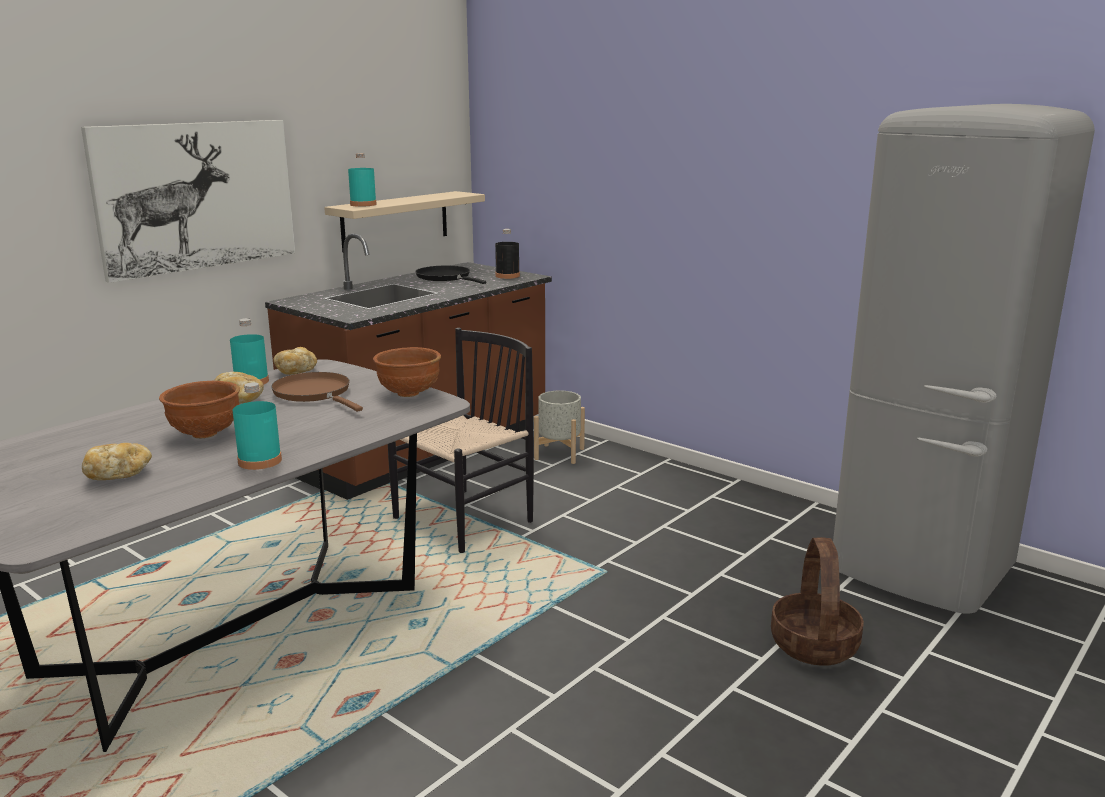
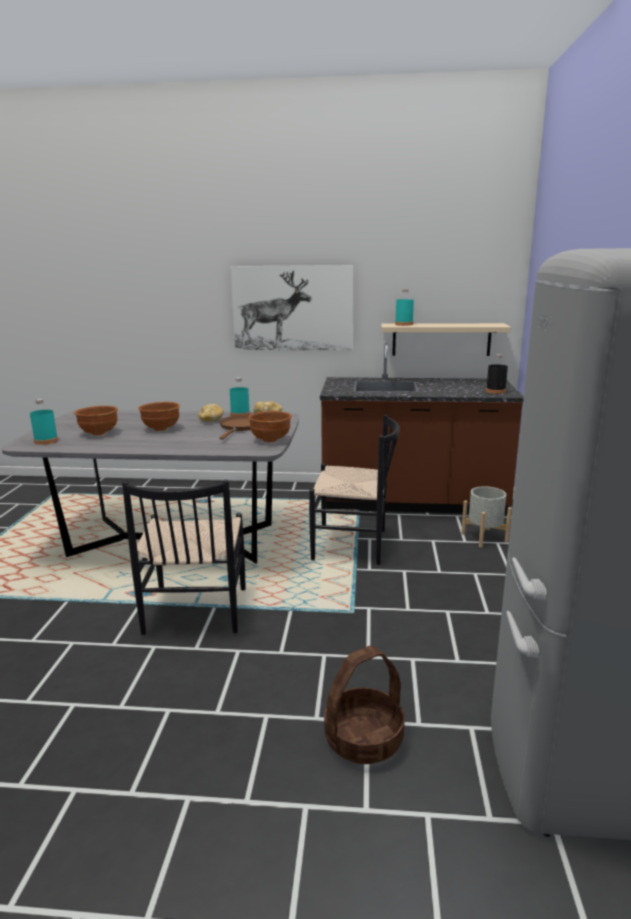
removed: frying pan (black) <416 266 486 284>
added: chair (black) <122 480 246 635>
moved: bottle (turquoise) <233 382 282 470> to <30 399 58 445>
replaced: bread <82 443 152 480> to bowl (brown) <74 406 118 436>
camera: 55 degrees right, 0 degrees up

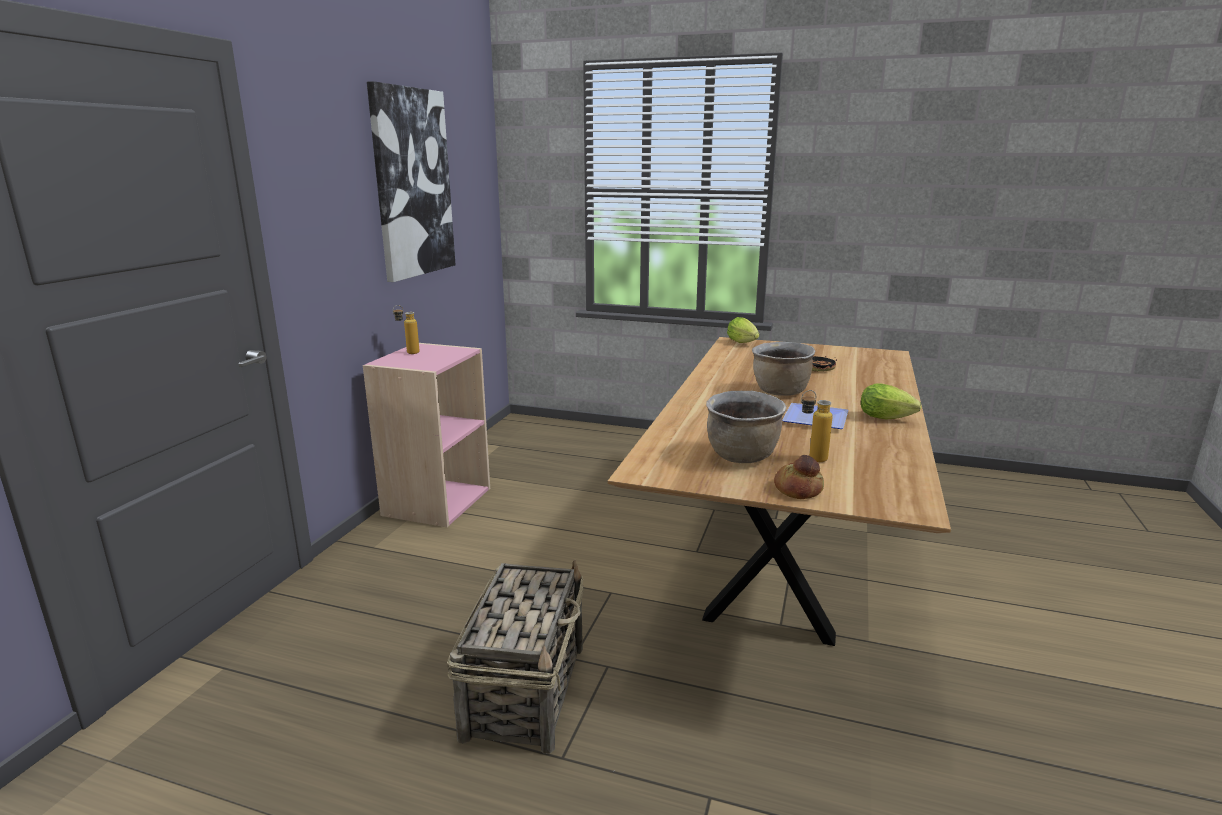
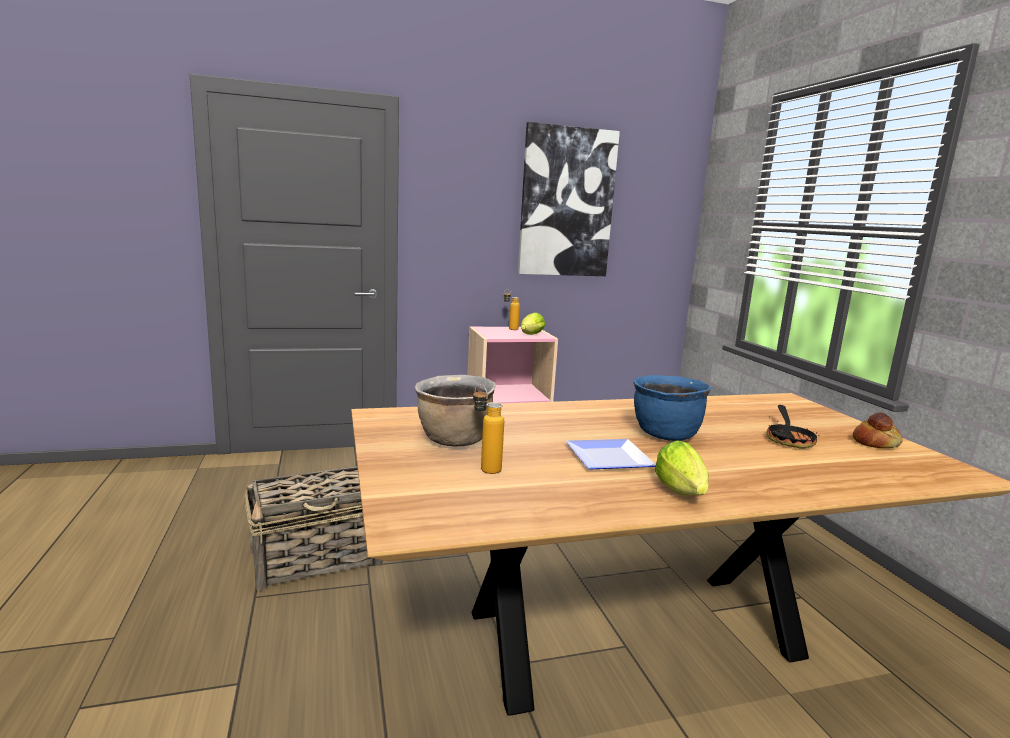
moved: lettuce <727 317 759 343> to <521 312 545 335>; bread <774 455 824 499> to <853 412 903 448>
recoloured: cooking pot (brown) <752 342 815 396> to cooking pot (blue) <633 375 711 441>
camera: 55 degrees right, 5 degrees down

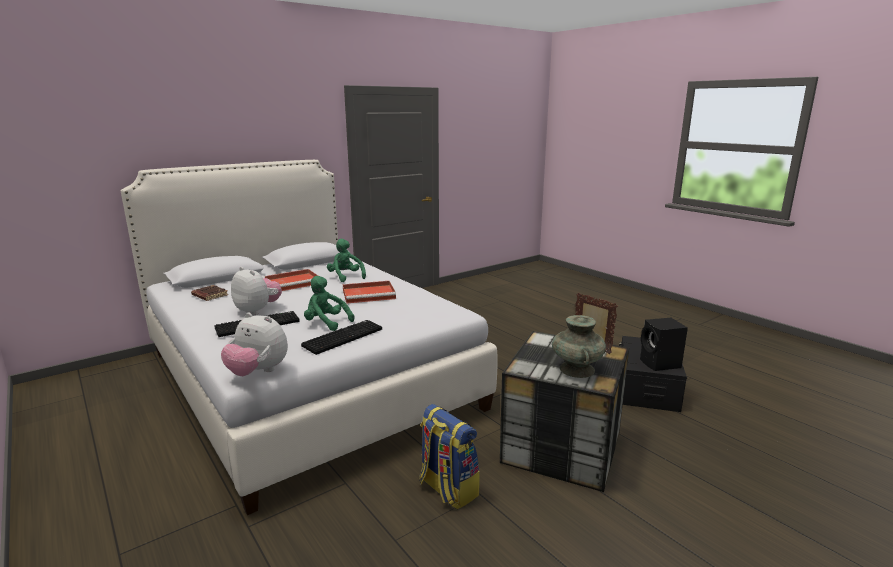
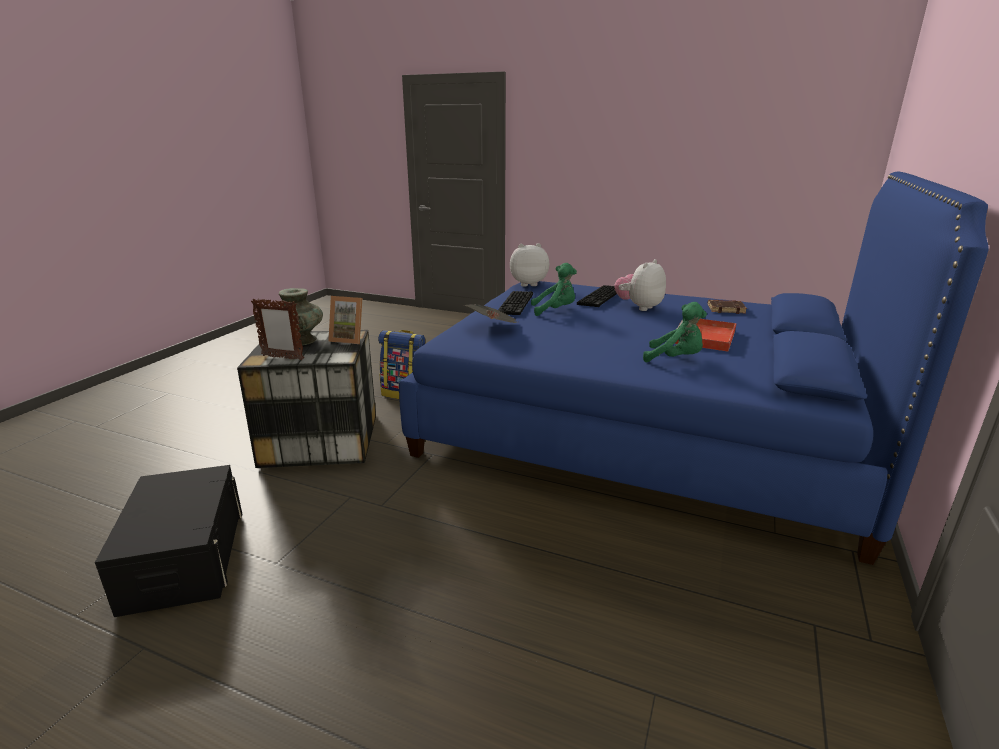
removed: tray (red) <343 281 396 304>; speaker (black) <640 318 688 371>
added: picture frame <328 296 362 344>; newspaper <464 304 518 323>
recoloured: bed (white) <121 160 498 515> to bed (blue) <399 172 989 565>
turned: plush toy <231 267 282 315> = <615 259 666 311> 120 degrees clockwise
camera: 150 degrees right, 5 degrees up

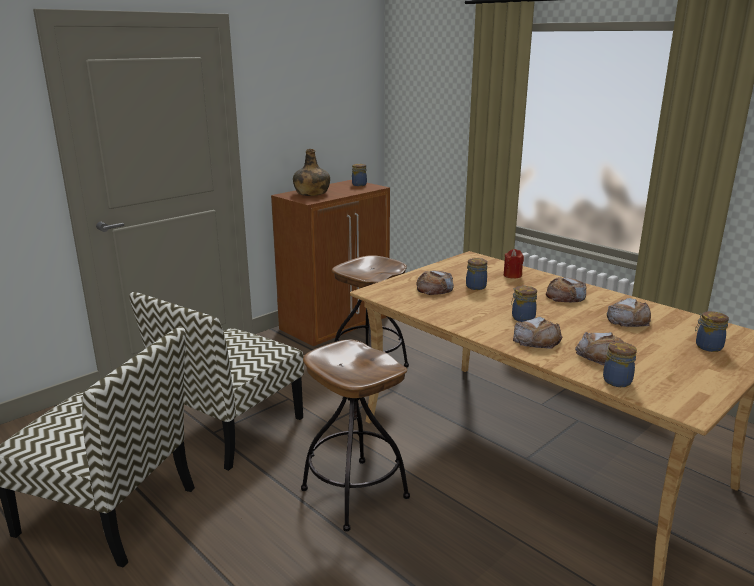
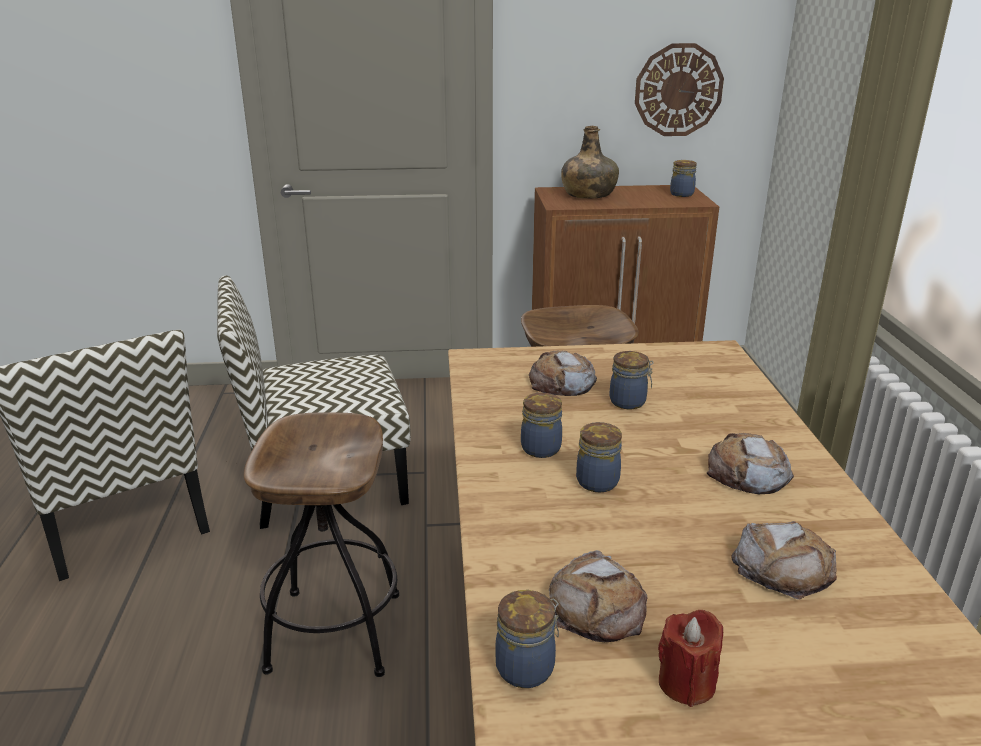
removed: bread <513 317 562 349>
added: wall clock <635 43 724 136>
moved: jar <695 311 729 352> to <521 393 562 458>; candle (red) <504 249 524 278> to <658 610 723 707>
camera: 40 degrees right, 5 degrees up

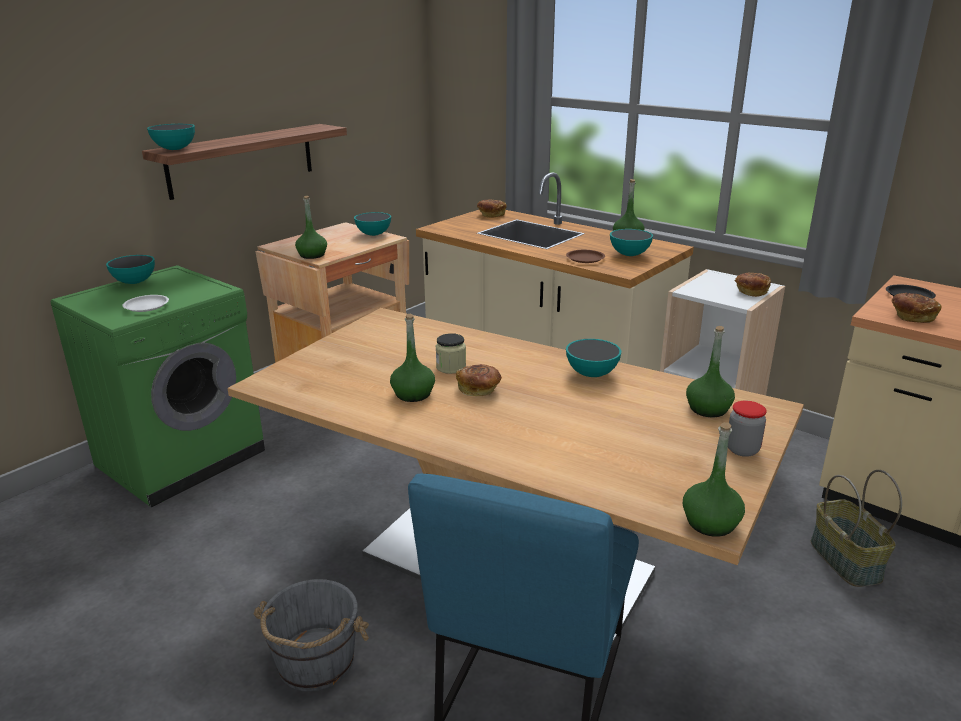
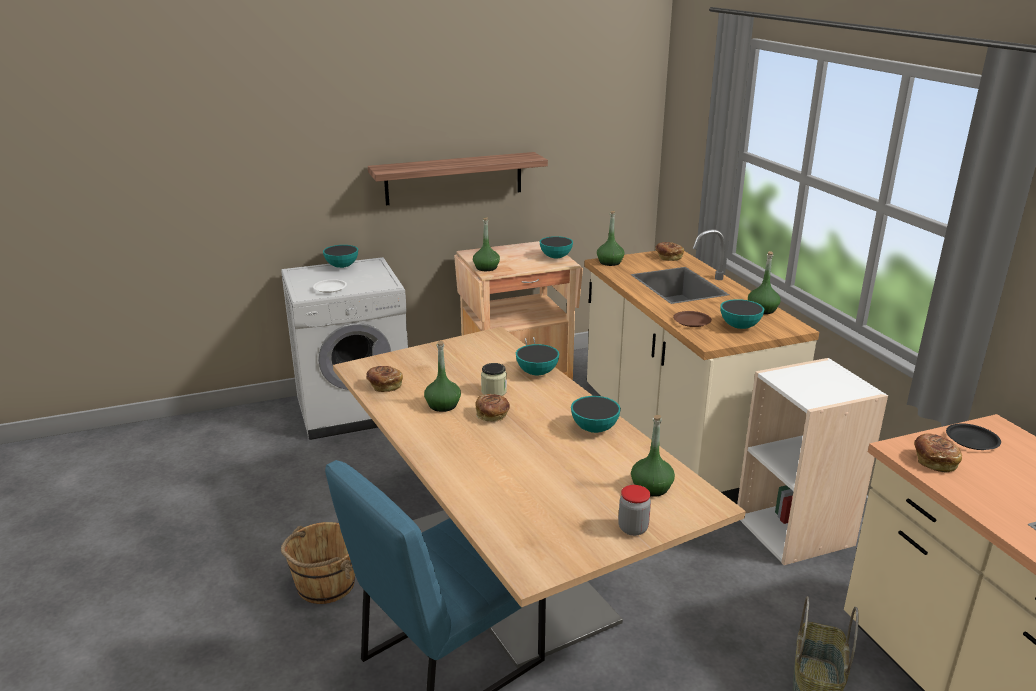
moved: bread <735 273 771 297> to <366 366 403 392>; bowl <147 124 195 150> to <516 344 559 375>; bottle (green) <683 422 745 537> to <597 211 625 266>
recoloured: washing machine (green) <51 265 265 507> to washing machine (white) <281 257 408 440>; bucket (grey) <254 579 369 692> to bucket (brown) <281 522 355 604>
camera: 30 degrees right, 0 degrees up

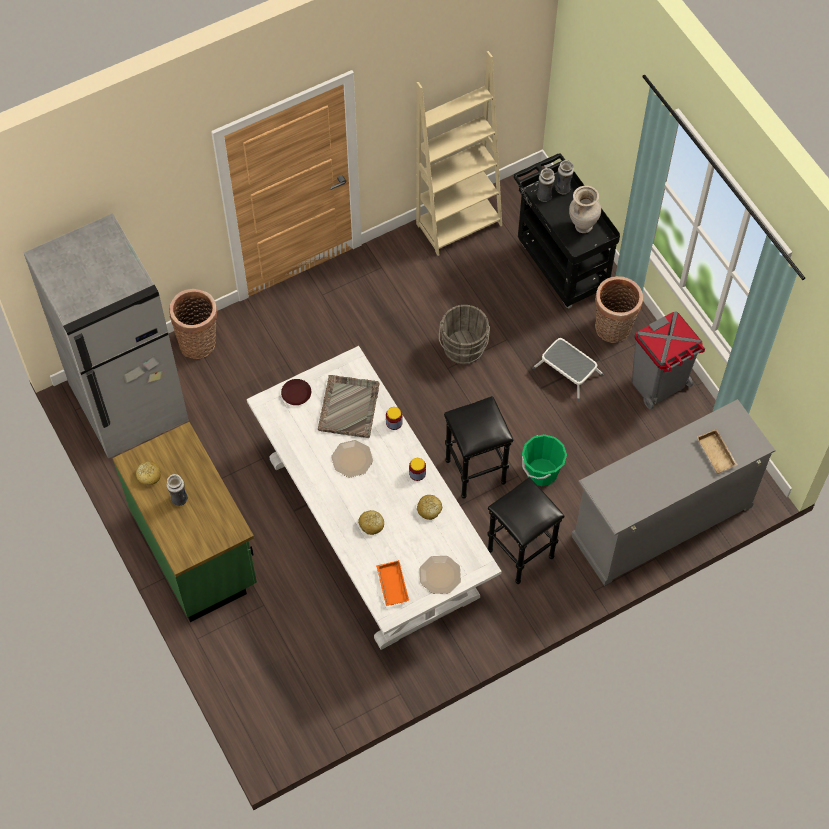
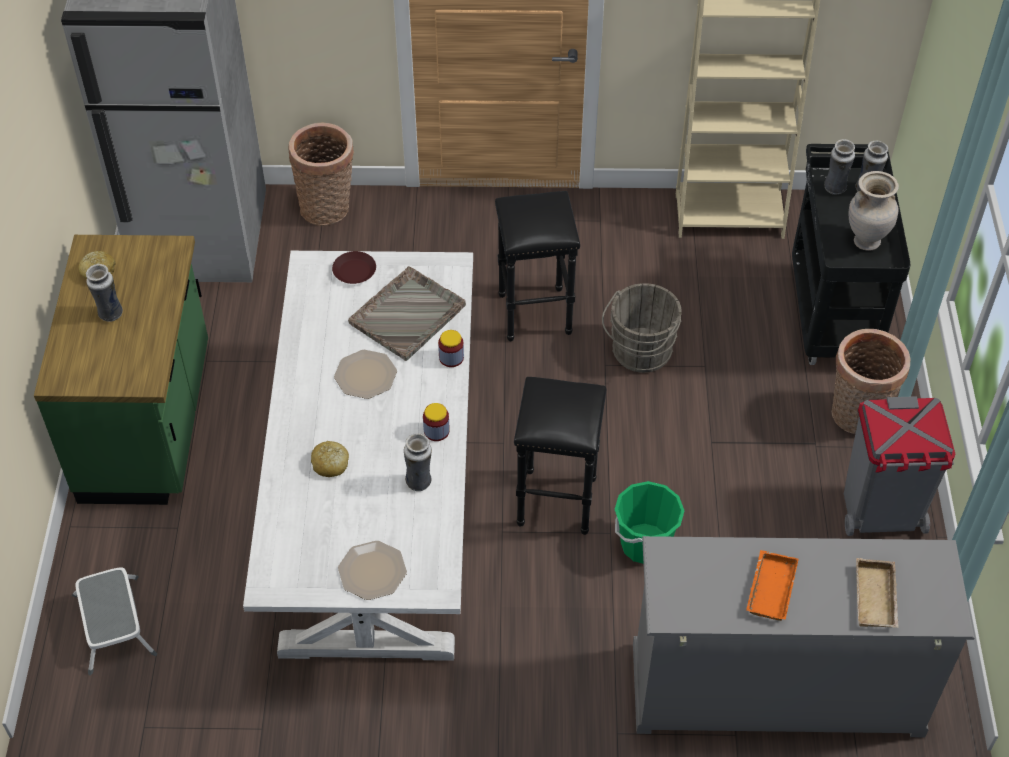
moved: step ladder (grey) <532 338 604 402> to <72 567 157 676>; stool (black) <487 477 565 584> to <495 191 580 341>; tray (orange) <376 560 409 606> to <746 550 799 621>
replaced: bread <417 495 442 520> to vase <404 433 432 491>
camera: 30 degrees right, 10 degrees down

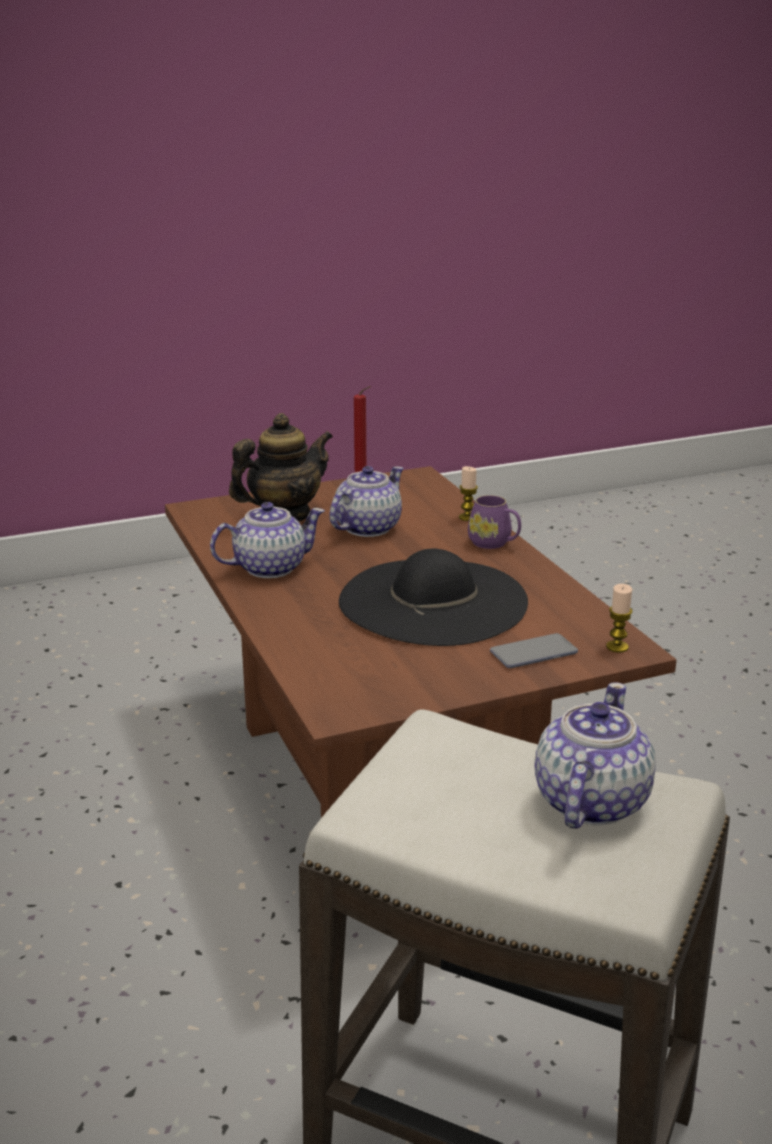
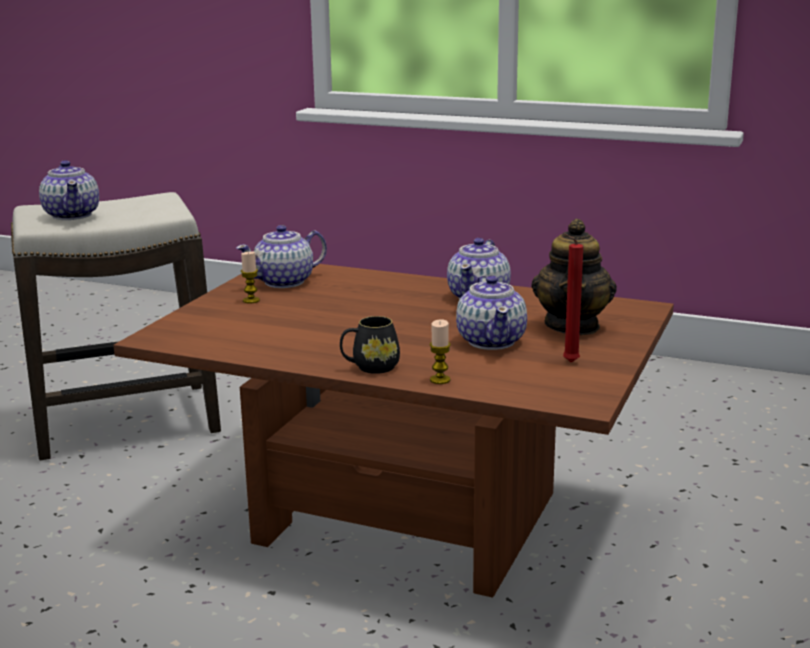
removed: hat (black) <339 548 528 646>; phone <490 633 578 668>
added: teapot <236 225 327 288>
moved: candle <606 584 632 653> to <241 251 260 304>
recoloured: mug (purple) <468 495 521 549> to mug (black) <340 316 400 374>
camera: 135 degrees right, 5 degrees down

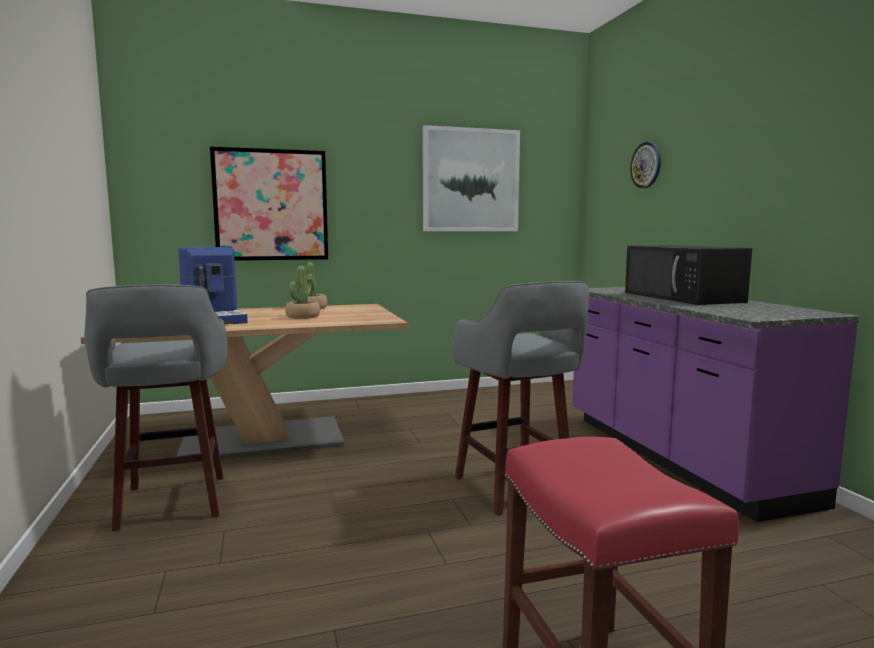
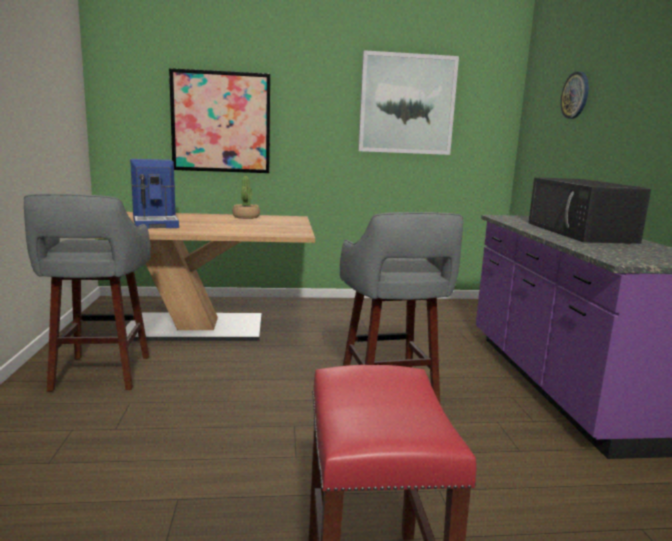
removed: potted plant <285 266 320 319>
camera: 10 degrees right, 5 degrees up

